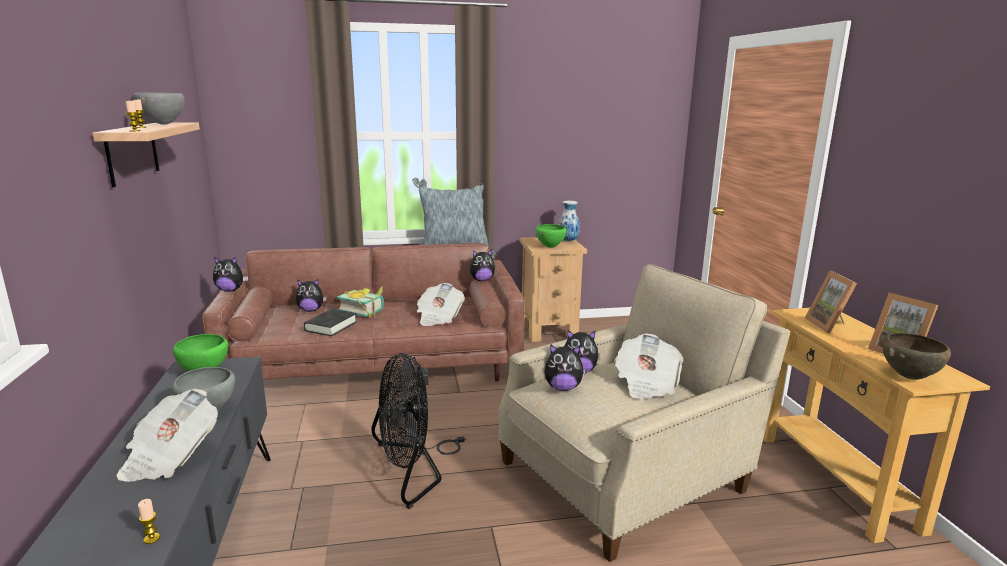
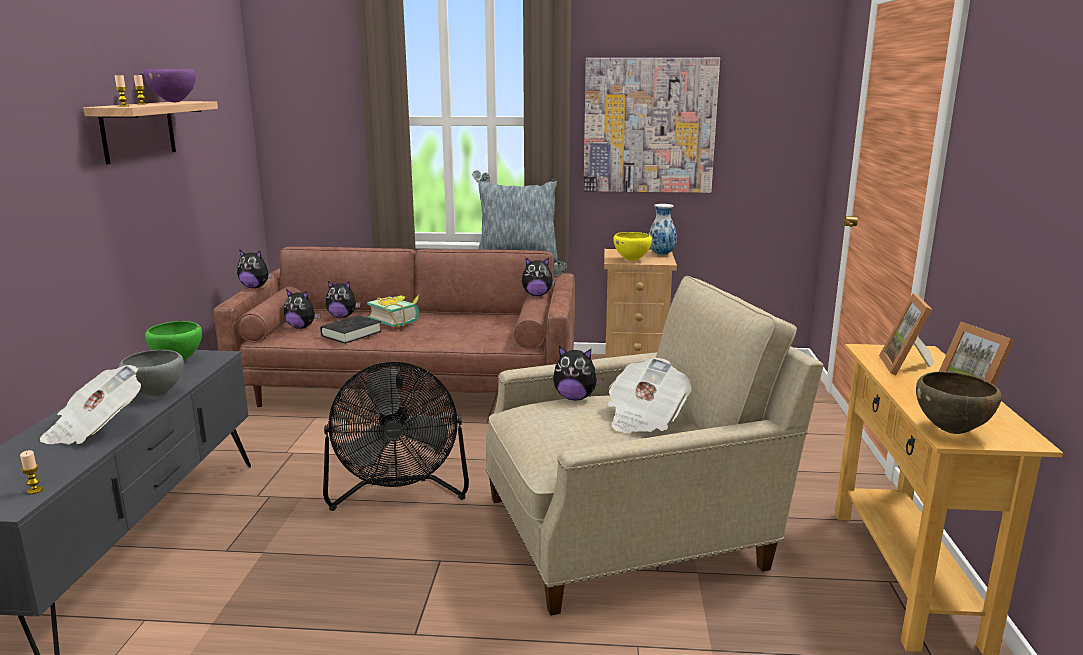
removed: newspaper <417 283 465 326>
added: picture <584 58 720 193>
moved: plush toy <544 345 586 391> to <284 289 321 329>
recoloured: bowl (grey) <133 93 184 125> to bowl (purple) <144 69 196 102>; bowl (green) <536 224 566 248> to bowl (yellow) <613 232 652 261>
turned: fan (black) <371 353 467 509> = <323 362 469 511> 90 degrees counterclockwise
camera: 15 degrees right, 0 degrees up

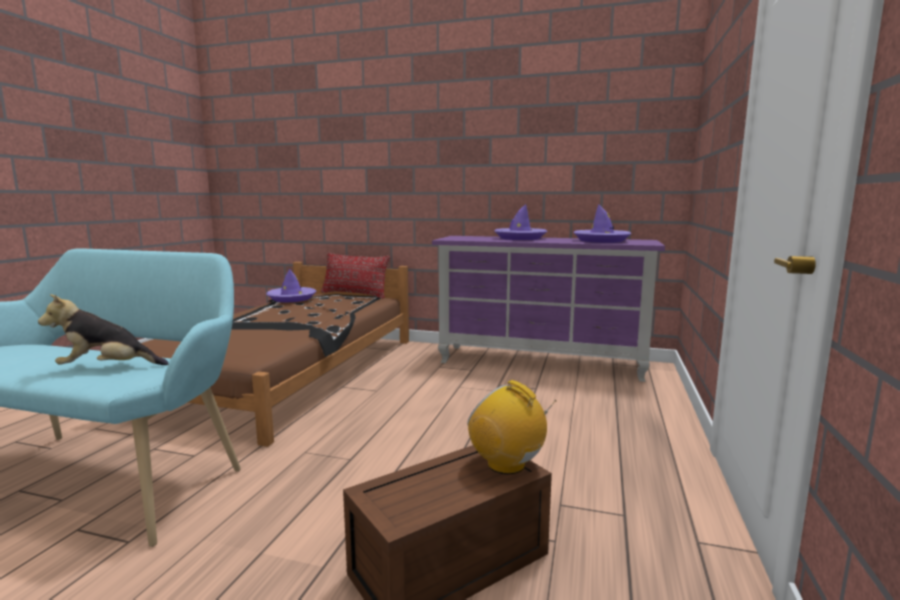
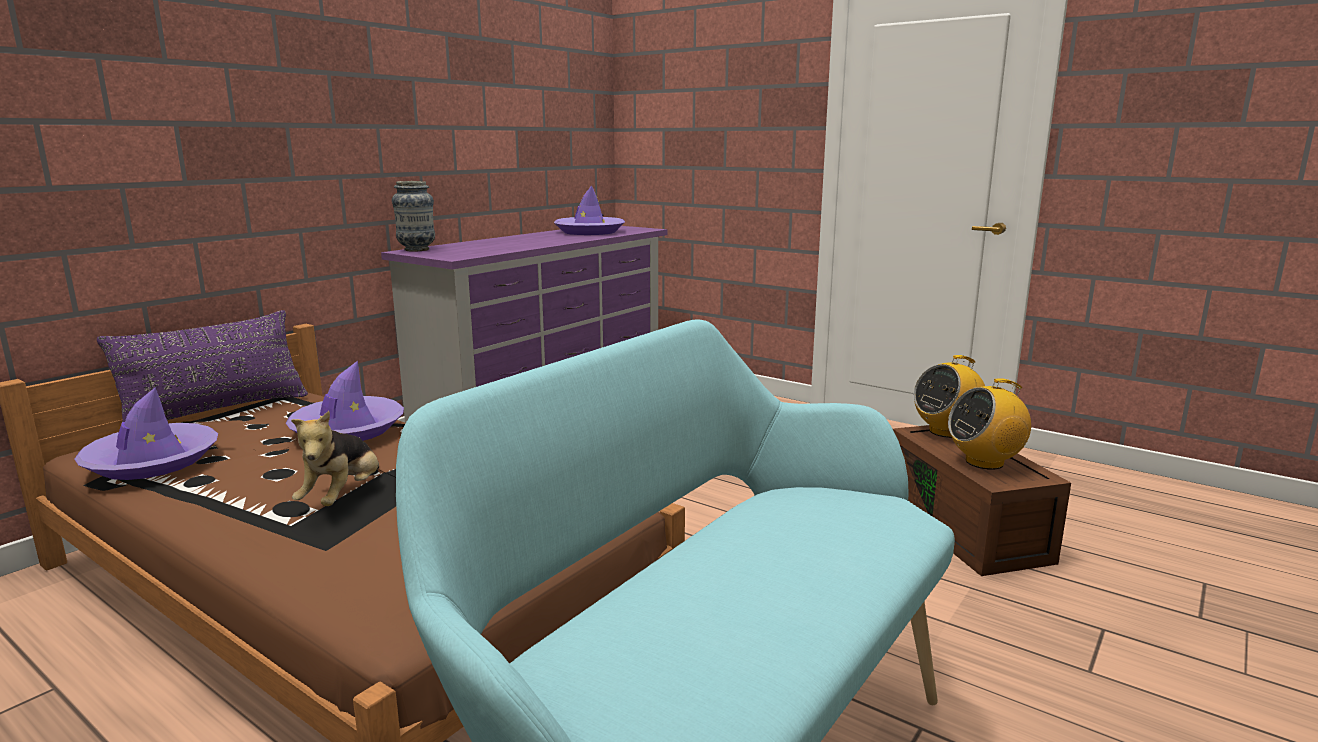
added: vase <392 181 435 251>; radio <948 378 1031 470>
moved: hat (purple) <494 204 547 240> to <286 361 404 441>; plush toy <38 294 169 365> to <291 411 379 506>
recoloured: pillow (red) <321 253 390 298> to pillow (purple) <97 310 308 422>
camera: 70 degrees left, 5 degrees up

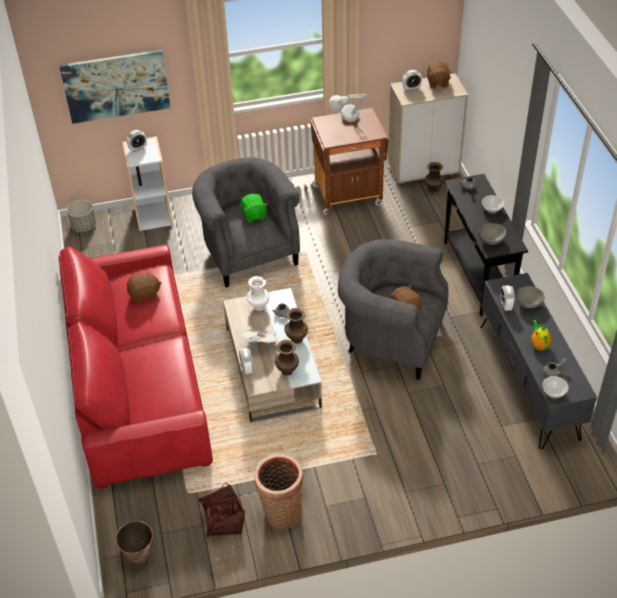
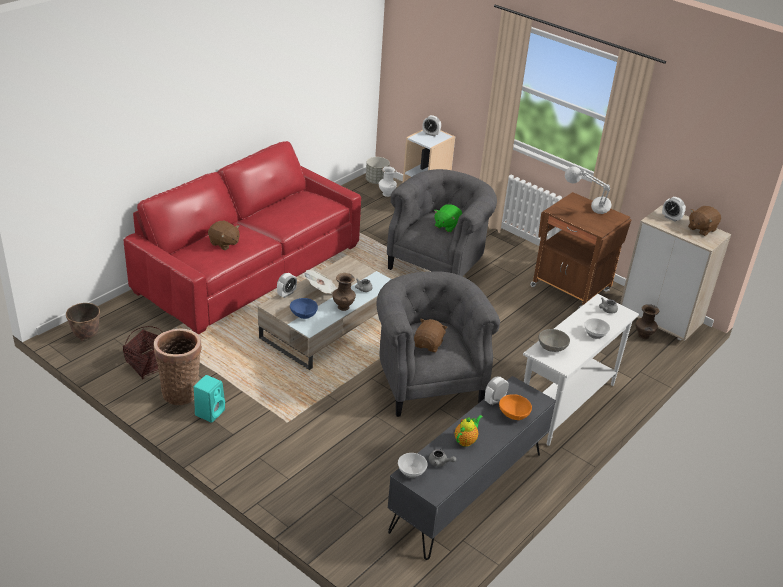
removed: picture <59 50 170 124>
added: speaker (turquoise) <194 375 225 423>
moved: plush toy (brown) <127 271 162 303> to <208 221 240 250>; vase (white) <247 276 269 311> to <379 166 397 197>
replaced: vase (brown) <275 340 299 376> to bowl (blue) <290 298 318 319>
recoloured: bowl (grey) <516 286 545 308> to bowl (orange) <499 394 532 420>; console table (black) <444 174 528 316> to console table (white) <523 294 639 446>
camera: 50 degrees right, 10 degrees down

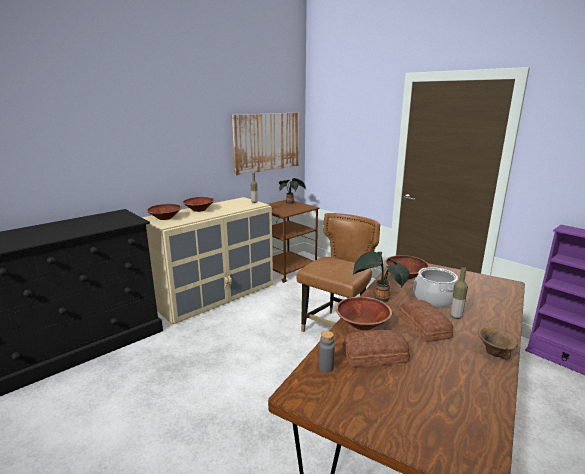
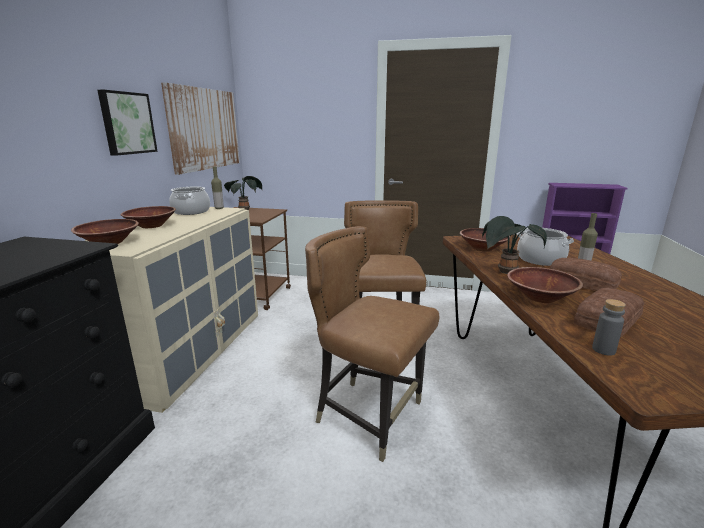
removed: bowl (brown) <478 327 518 360>
added: picture <97 90 158 156>; cooking pot <169 187 210 215>; chair (brown) <305 226 439 462>
camera: 35 degrees left, 0 degrees up

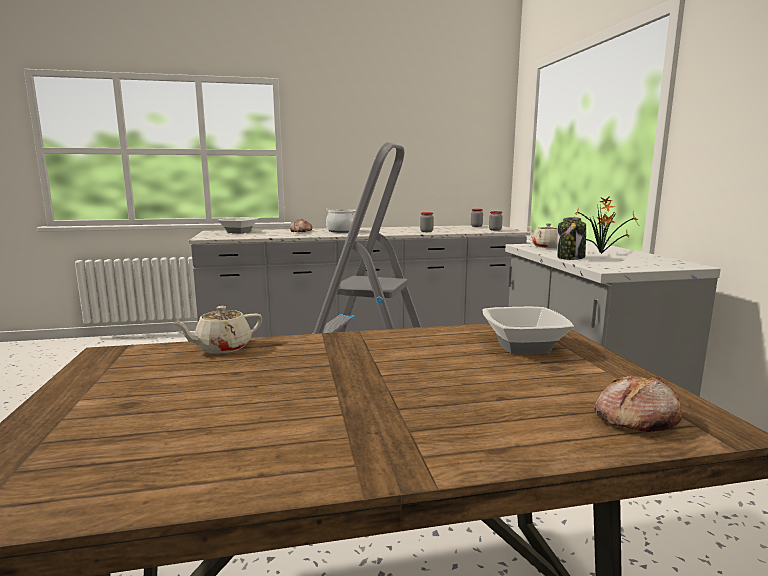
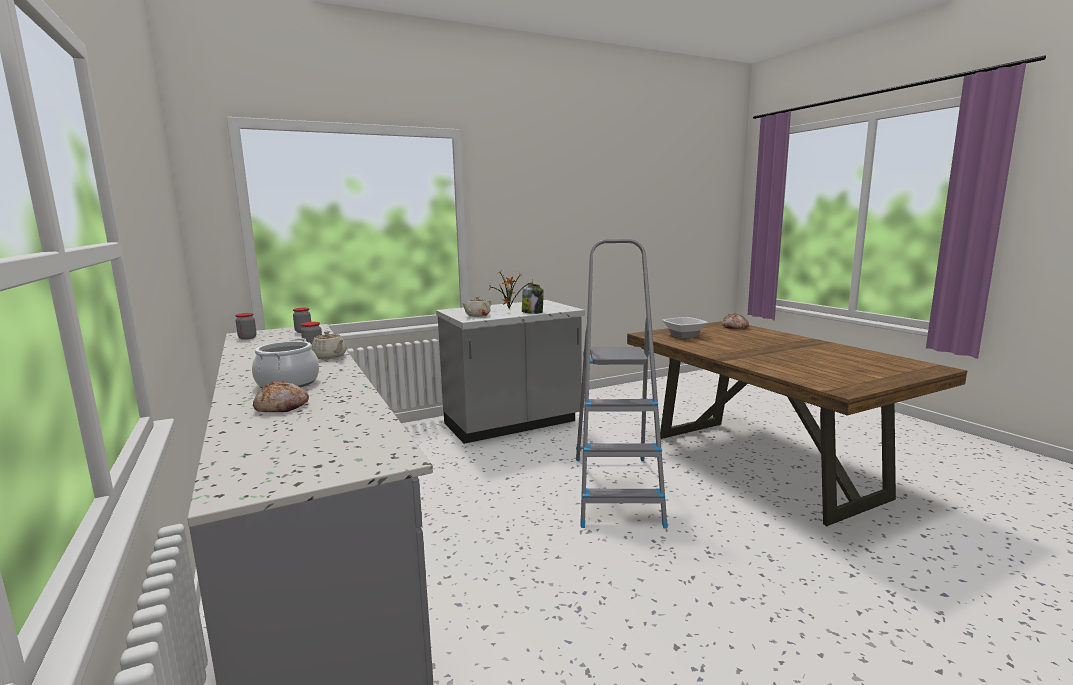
removed: bowl <218 218 258 233>
moved: teapot (beige) <172 306 262 353> to <311 331 347 359>
camera: 105 degrees left, 0 degrees up

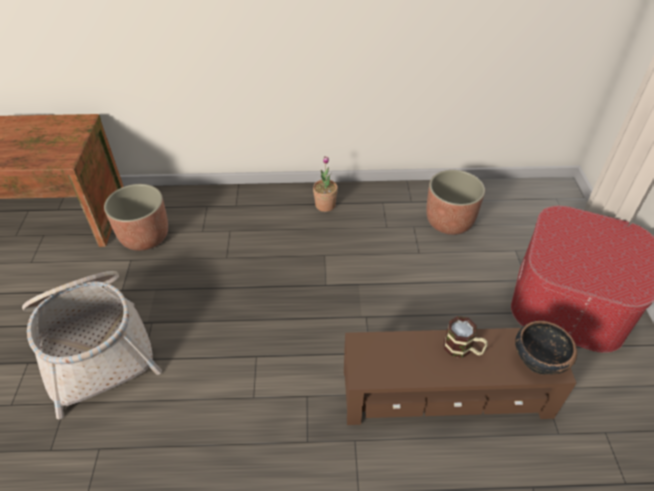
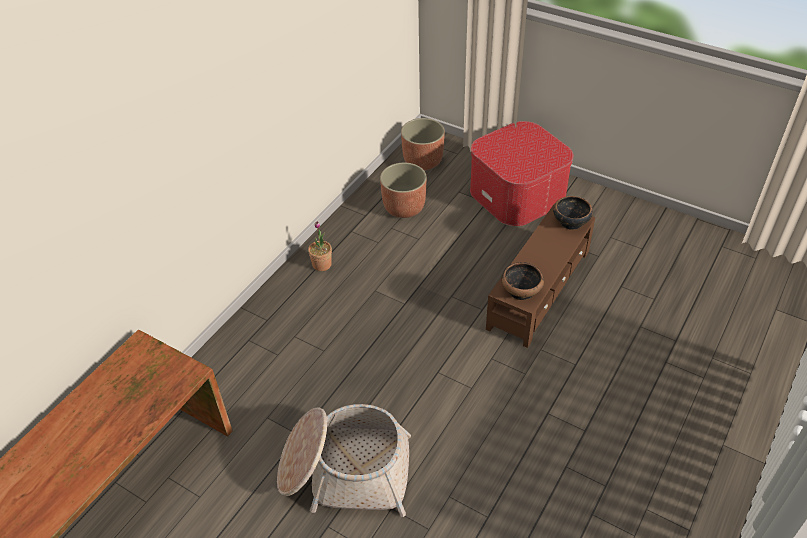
removed: mug <444 316 488 358>
added: bowl <501 262 544 300>
moved: planter <104 184 168 251> to <401 118 445 170>
camera: 55 degrees left, 0 degrees up

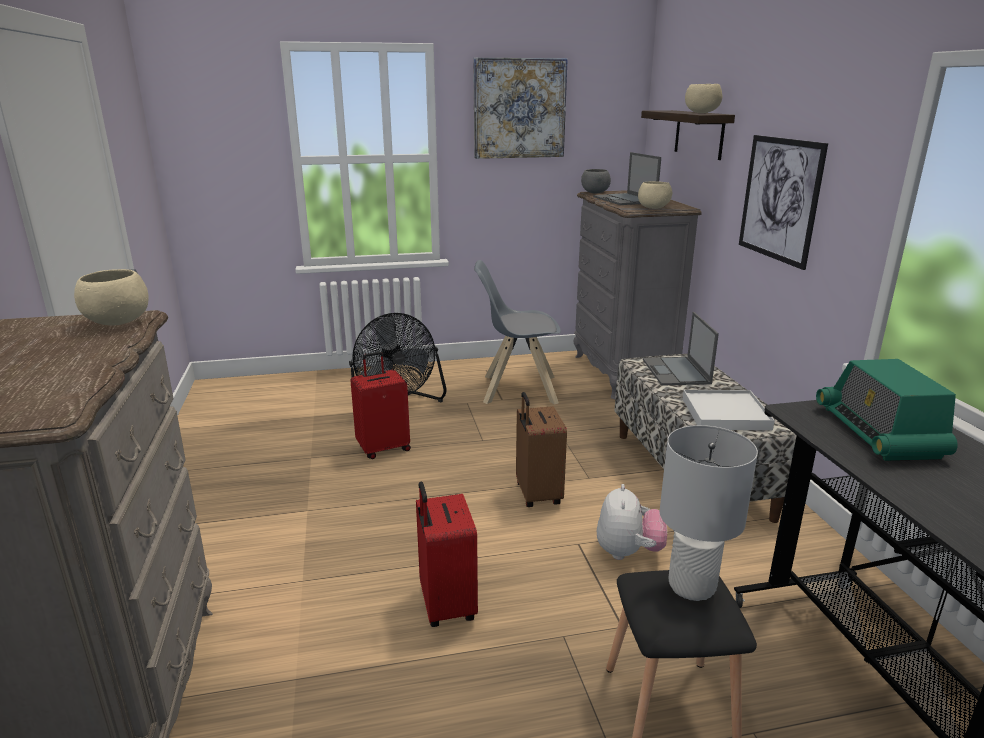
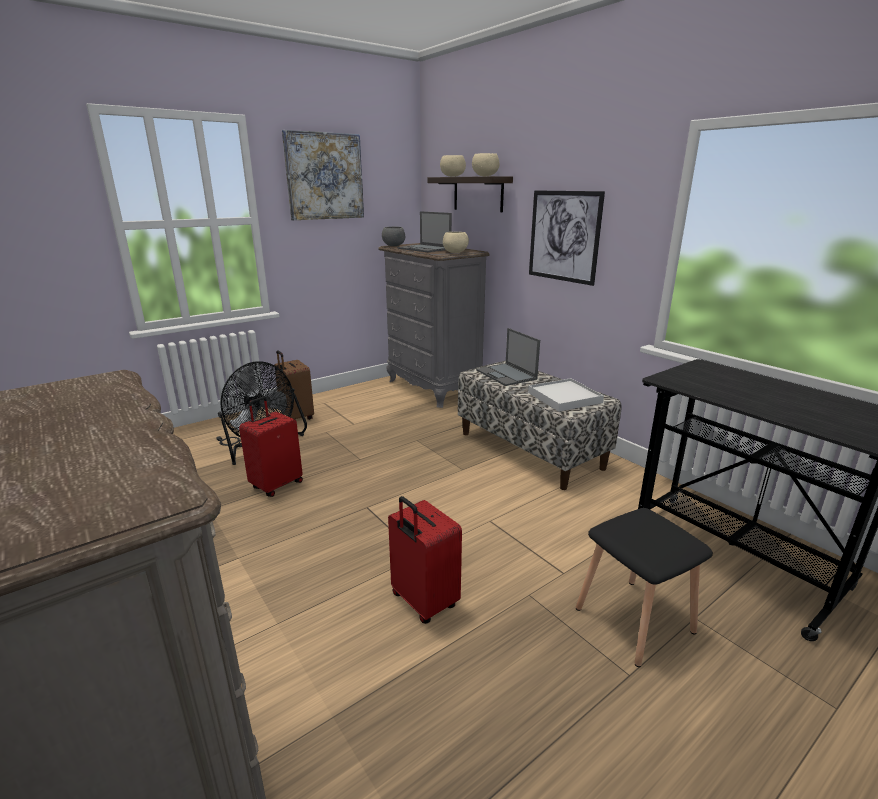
removed: chair (grey) <474 260 561 404>; plush toy <597 484 667 560>; table lamp (grey) <660 425 758 601>; radio <816 359 958 461>
moved: suitcase (brown) <516 392 567 507> to <274 350 314 420>; bowl (beige) <74 269 149 325> to <440 155 466 177>
camera: 25 degrees left, 0 degrees up

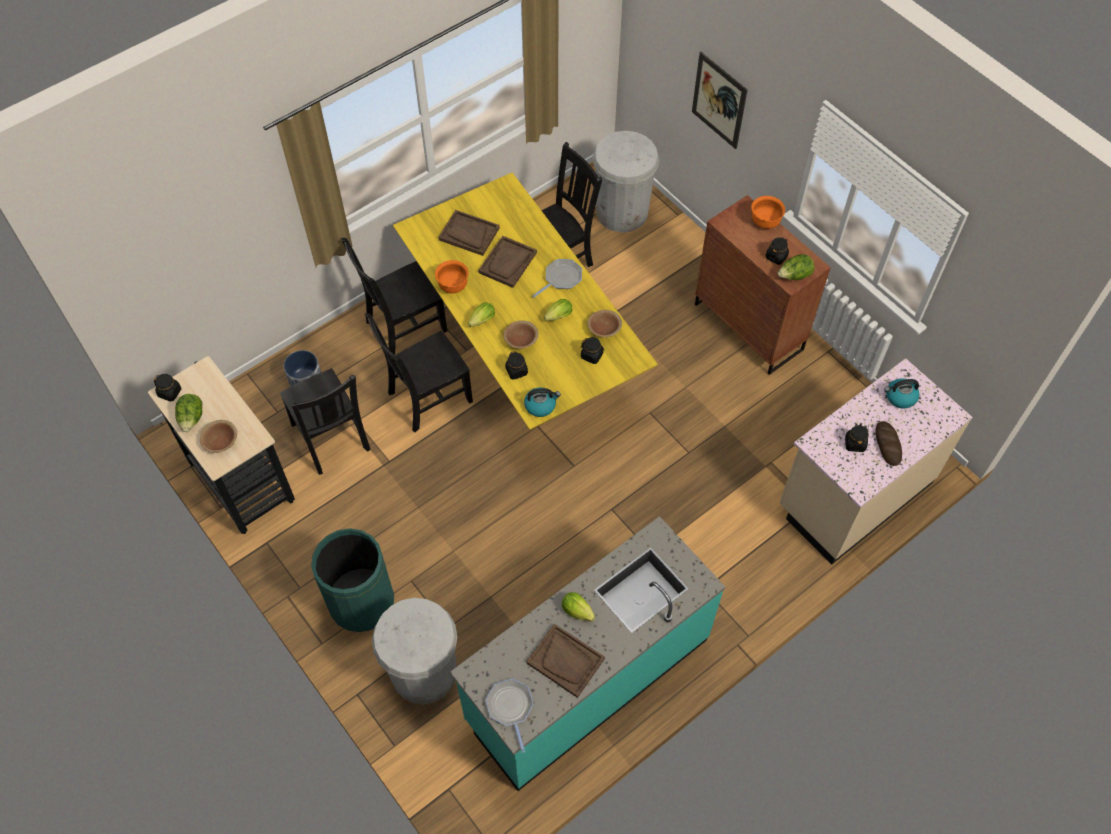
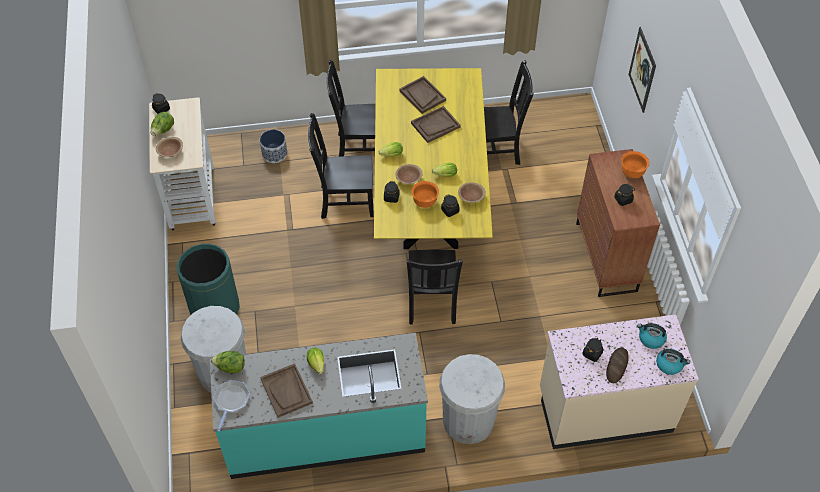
removed: frying pan <533 259 582 297>
moved: lettuce <778 254 815 280> to <211 351 245 373>; chair (black) <280 368 371 475> to <407 250 463 325>; bowl (orange) <435 260 469 294> to <412 181 439 208>; trash can (white) <593 131 660 232> to <439 354 505 444>; kettle <524 388 561 417> to <656 349 690 375>
recoloured: cart (black) <148 356 295 534> to cart (white) <149 97 216 230>
camera: 30 degrees right, 5 degrees down

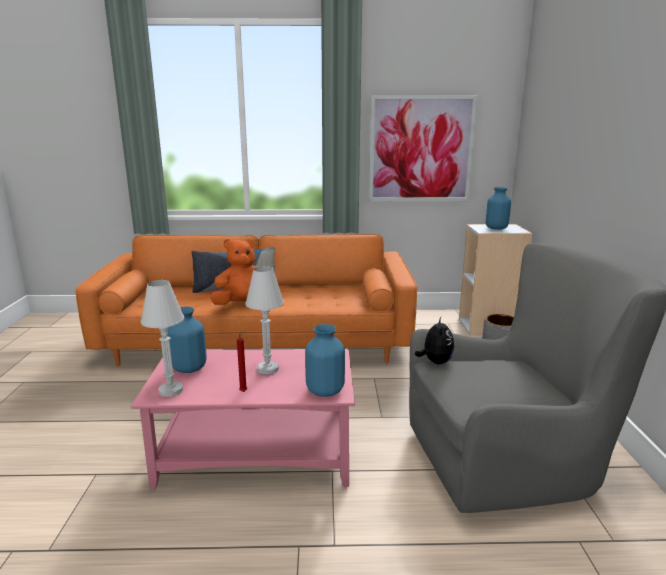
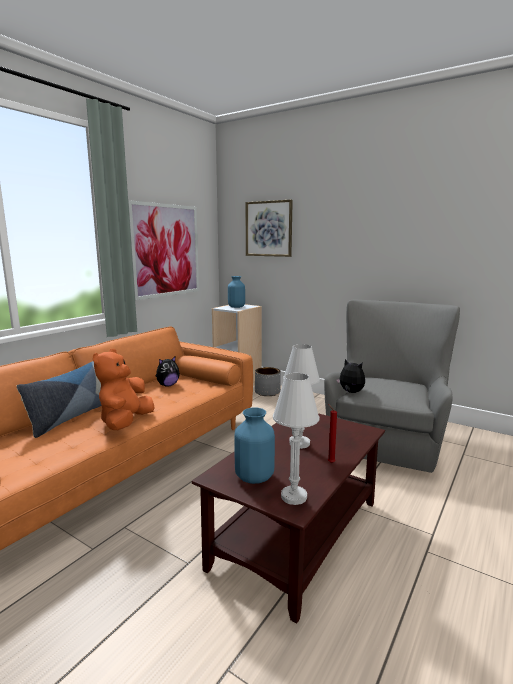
removed: vase (blue) <305 324 345 397>
added: plush toy <156 357 180 387>; picture <245 200 293 257>
recoloured: coffee table (pink) <131 349 355 490> to coffee table (brown) <192 413 385 624>
camera: 55 degrees left, 5 degrees down

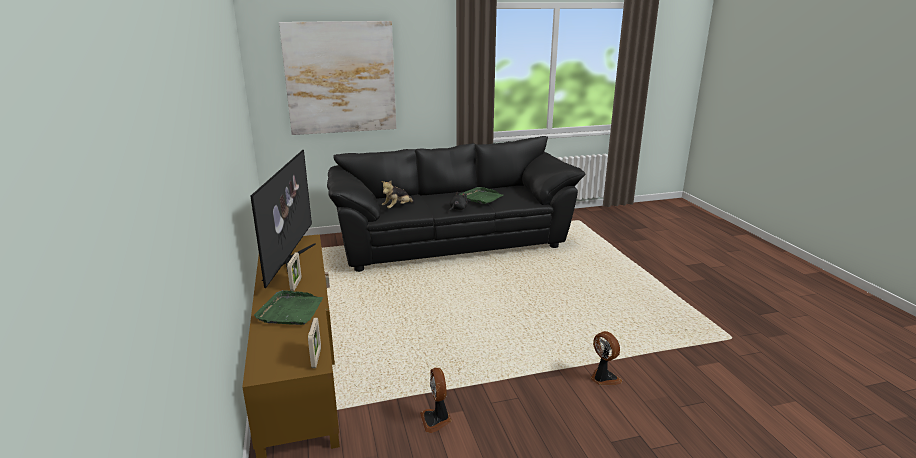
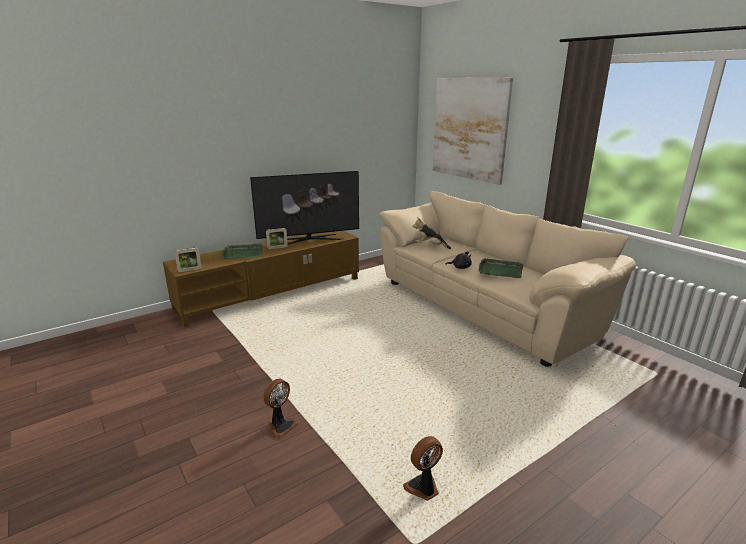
moved: fan <420 368 452 433> to <403 436 443 501>
recoloured: sofa (black) <327 136 585 272> to sofa (beige) <380 191 636 367>
camera: 70 degrees right, 0 degrees up

